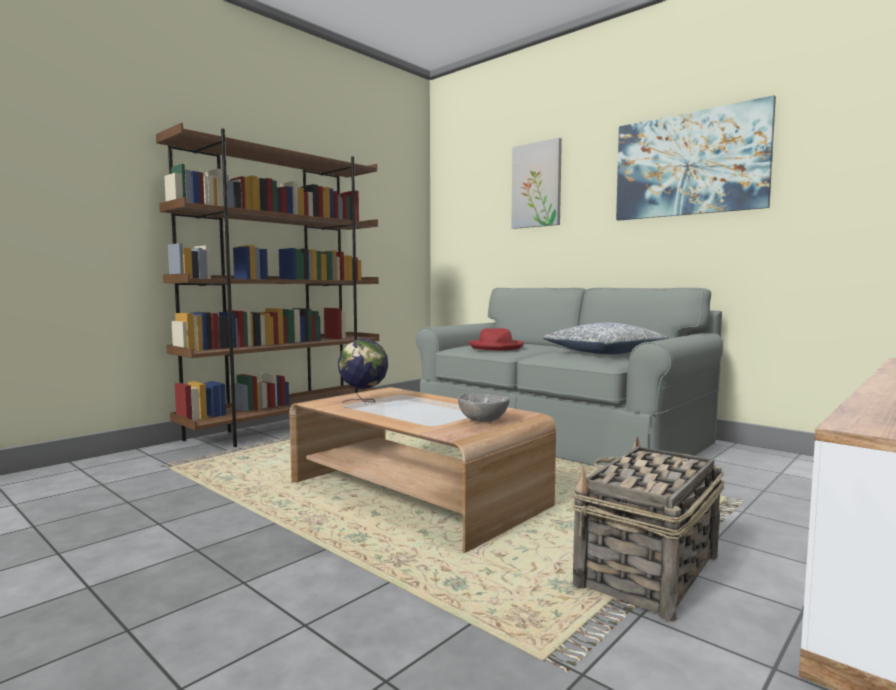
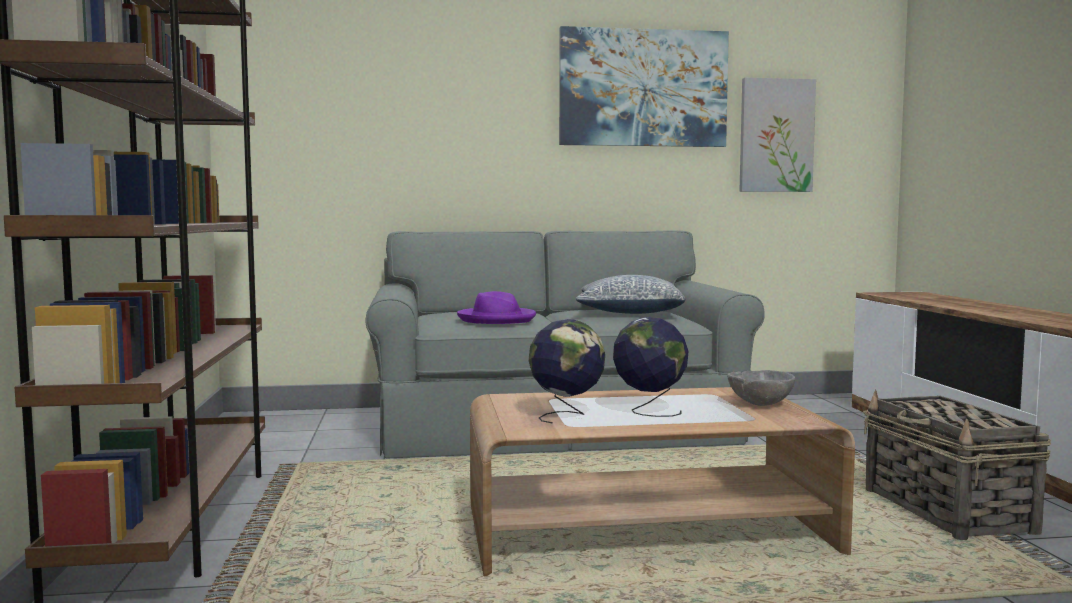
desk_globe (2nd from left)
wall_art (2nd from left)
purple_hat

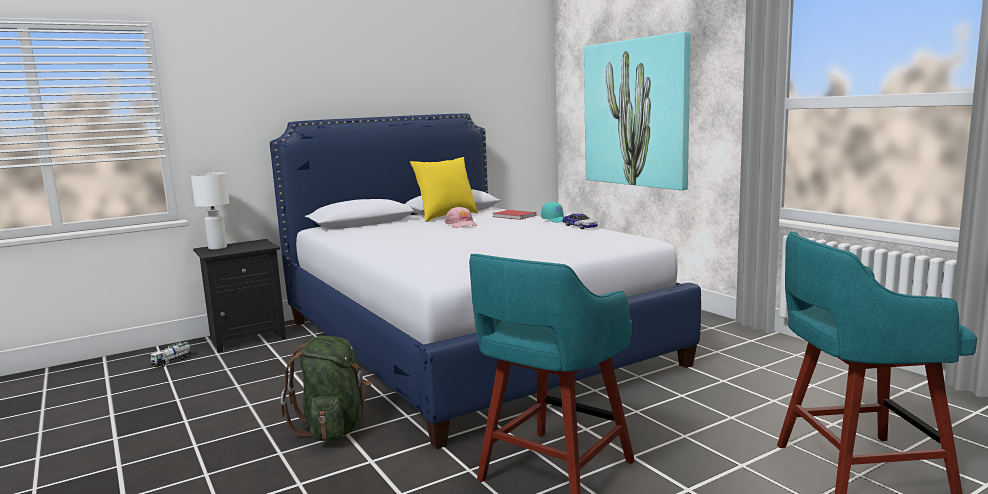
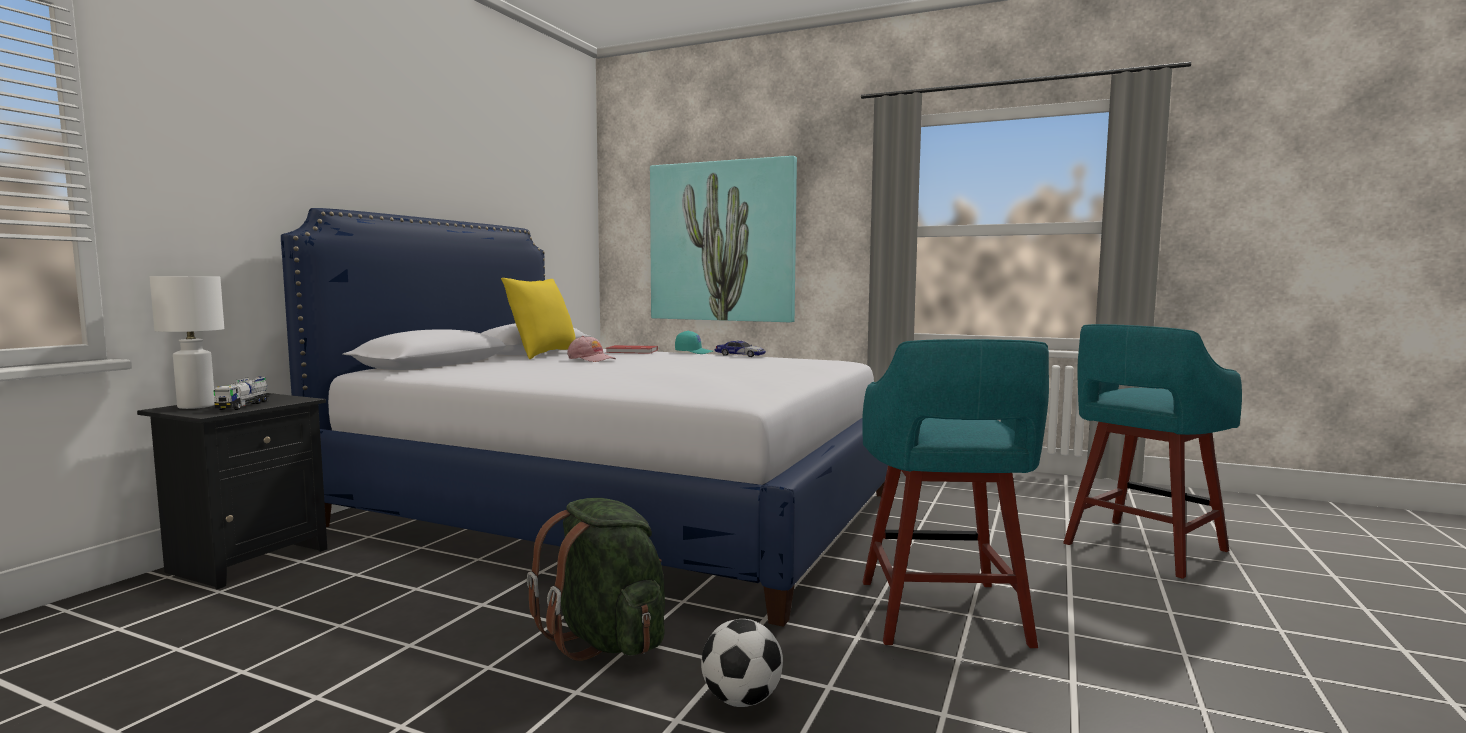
ball_for_football
model_truck

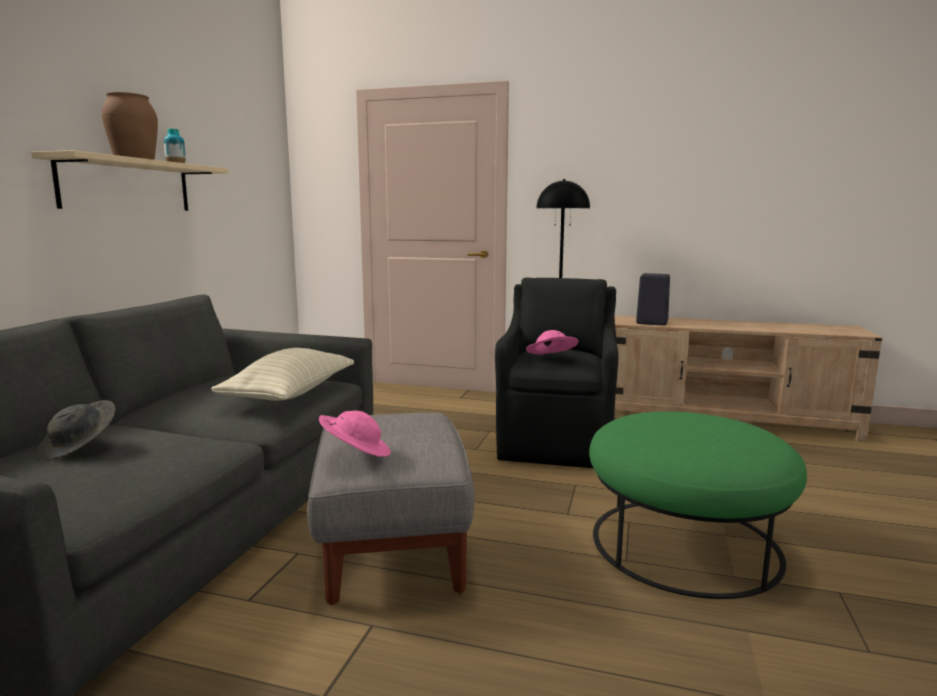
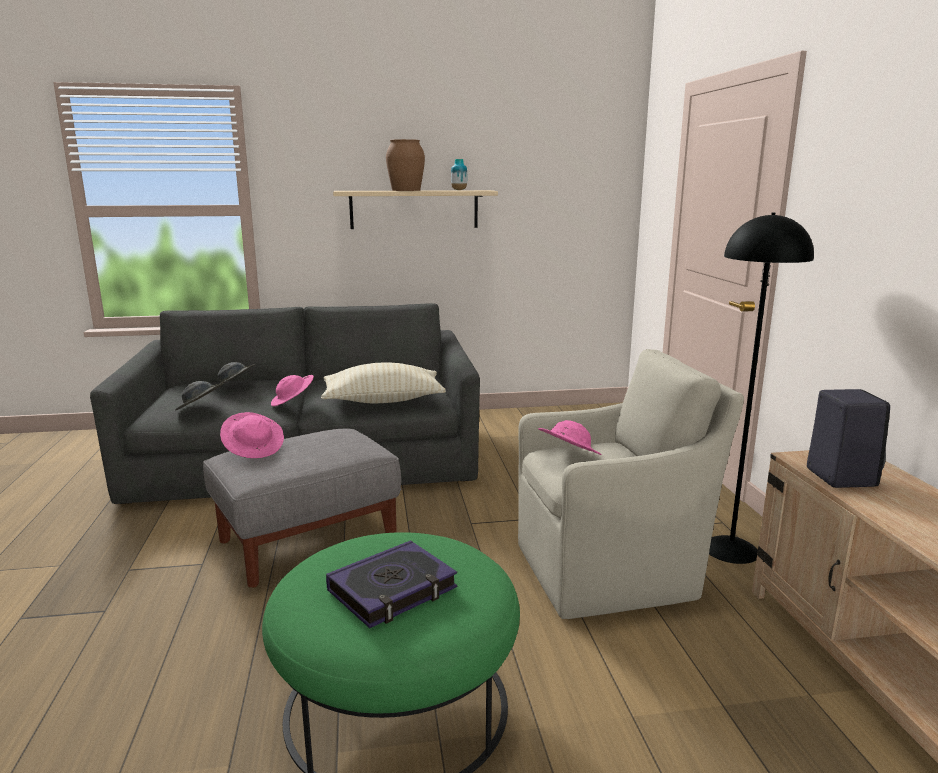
greyish_hat (1st from left)
pinkish_hat (2nd from left)
volume
beige-coloured_easy_chair

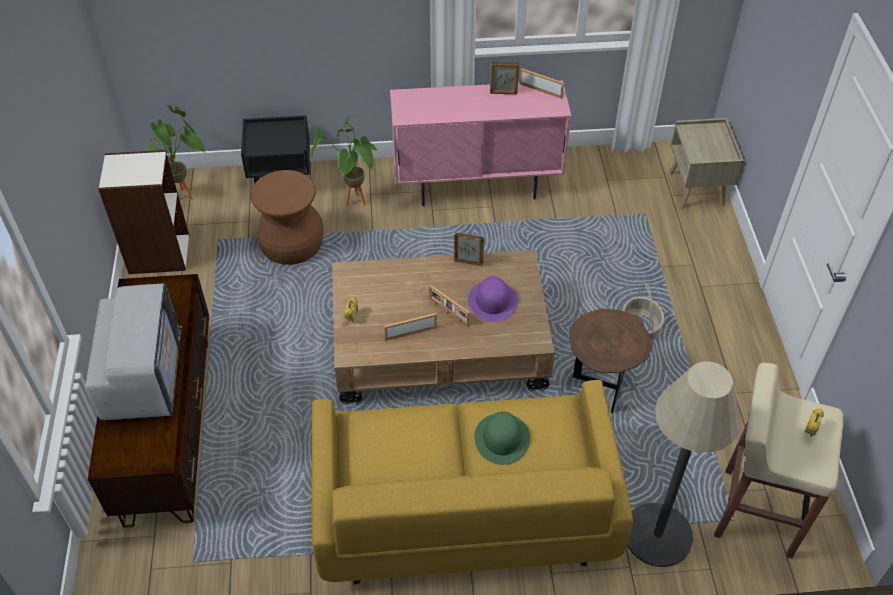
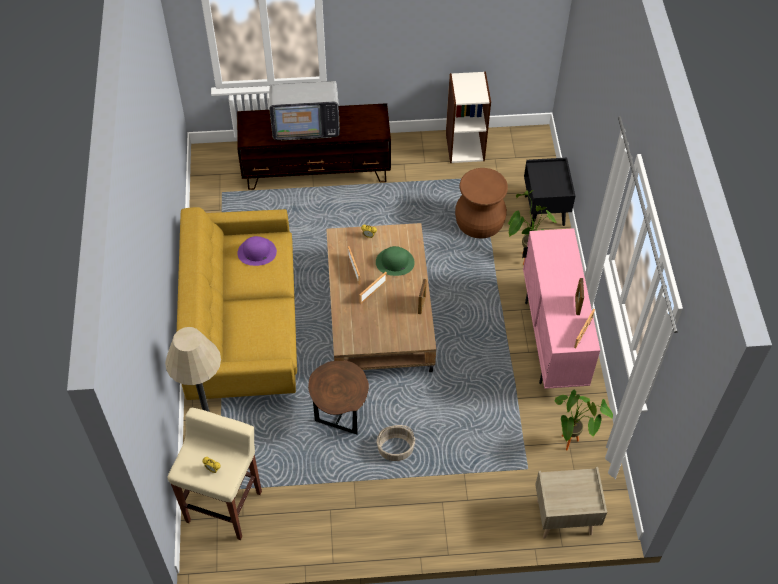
potted_plant (2nd from left)
purple_hat
green-coloured_hat

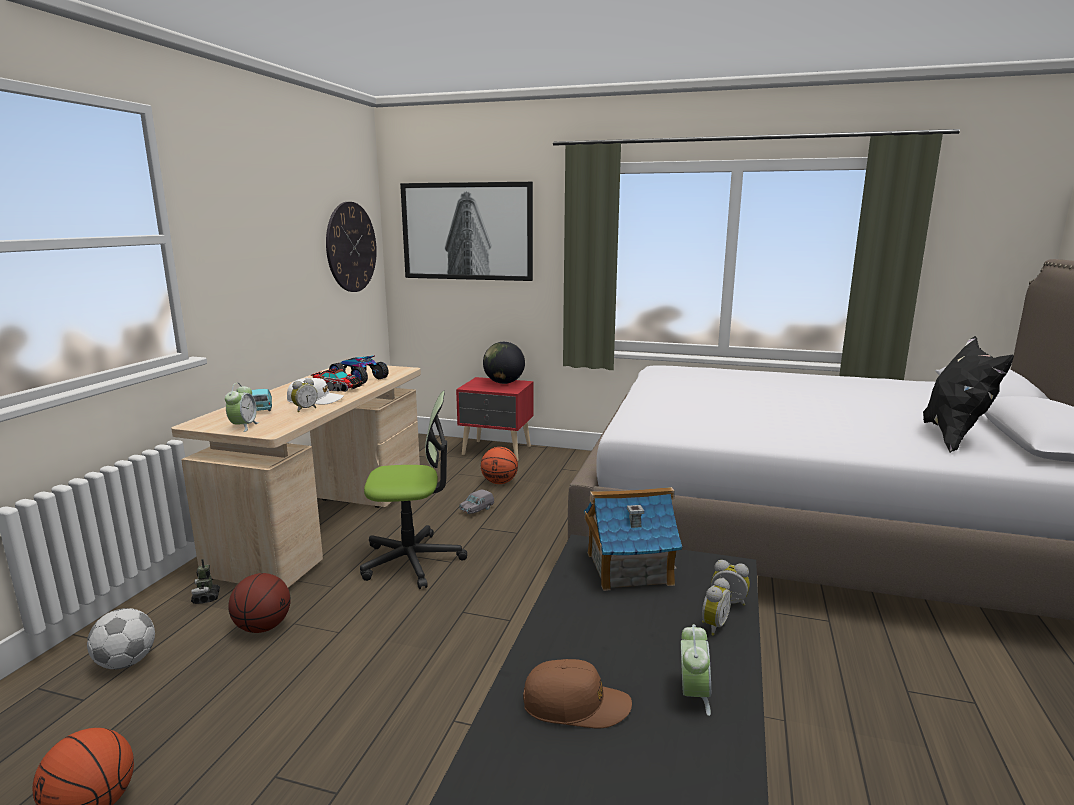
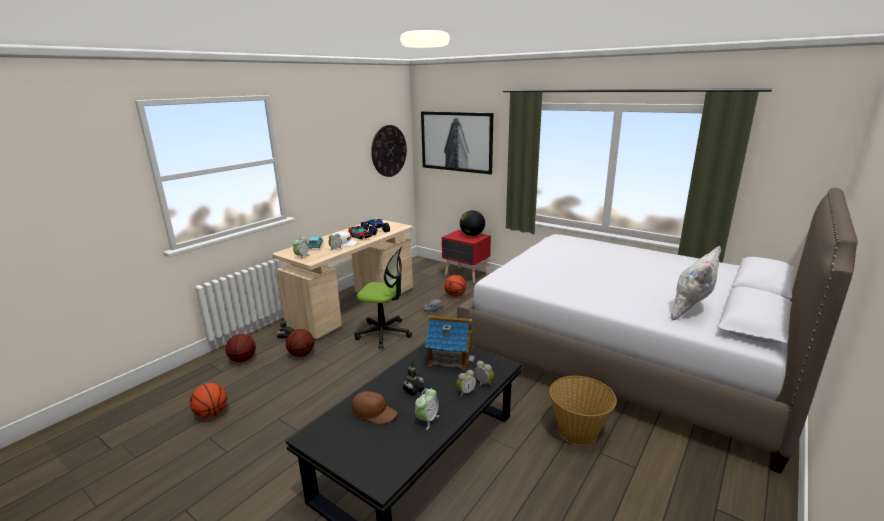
toy_robot (2nd from left)
storage_basket
ball_for_basketball (2nd from left)
white-coloured_cushion

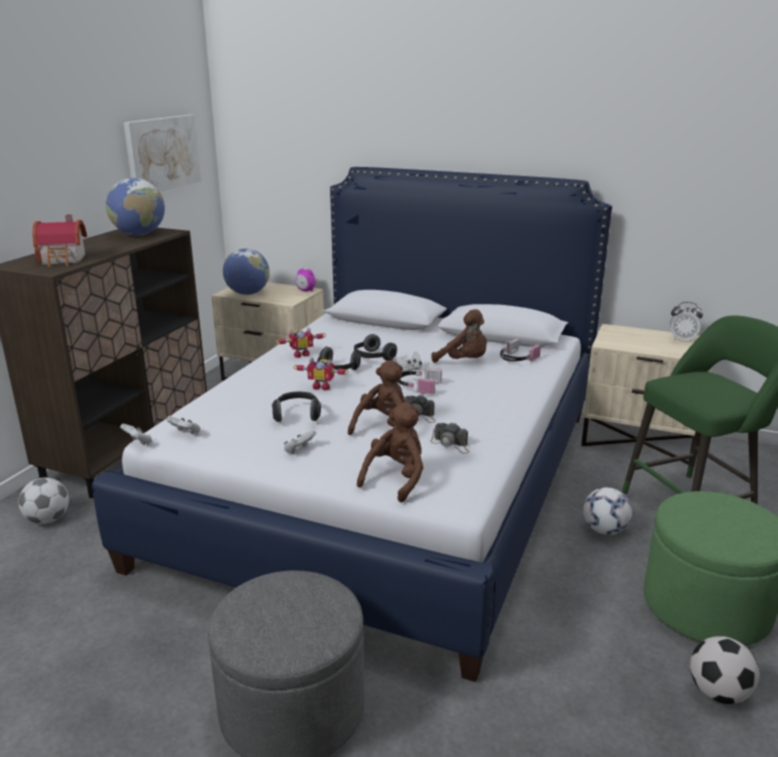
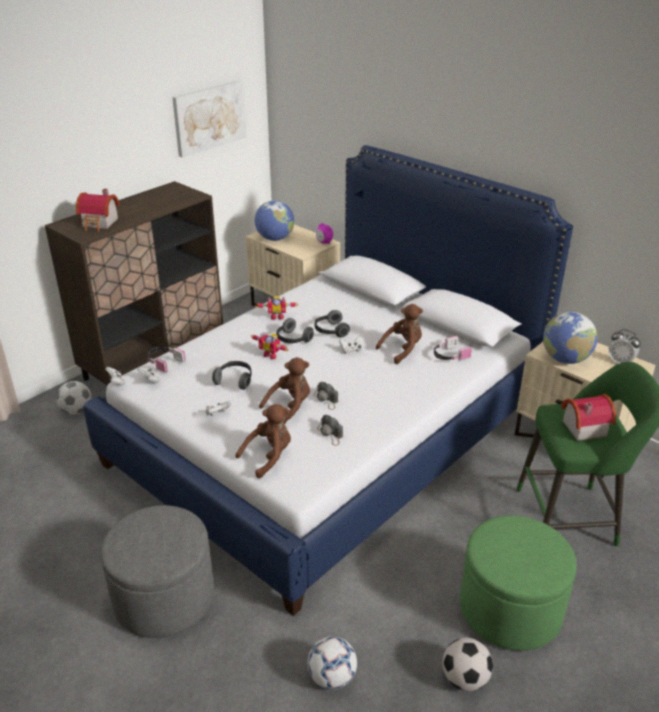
toy_house (2nd from left)
desk_globe (2nd from left)
pair_of_headphones (1st from left)
ball_for_football (2nd from left)
brownish_soft_toy (3rd from left)

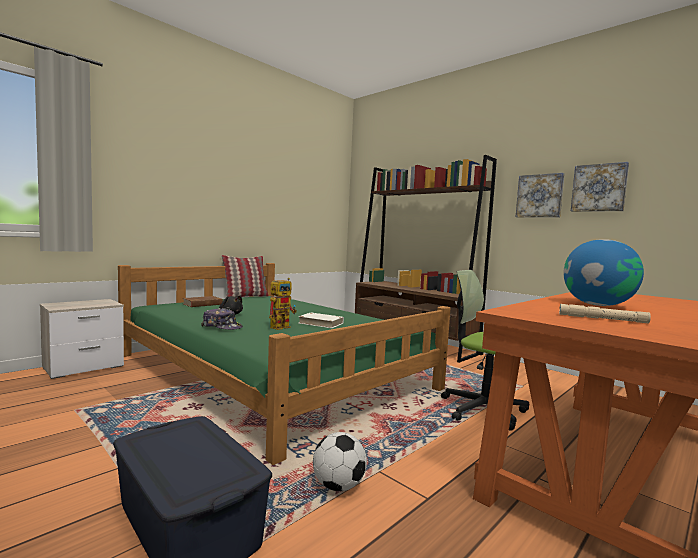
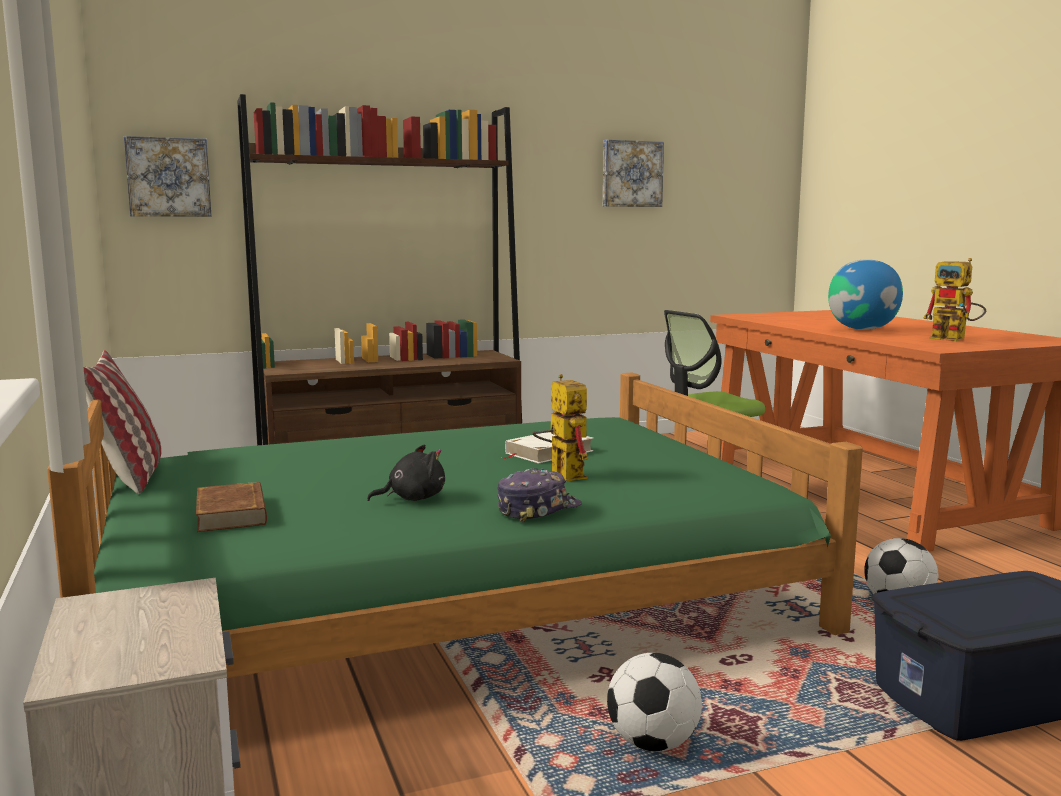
ball_for_football (1st from left)
wall_art (1st from left)
toy_robot (2nd from left)

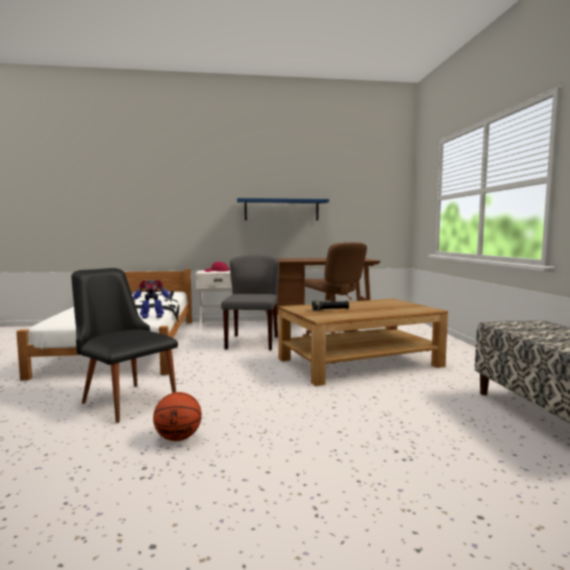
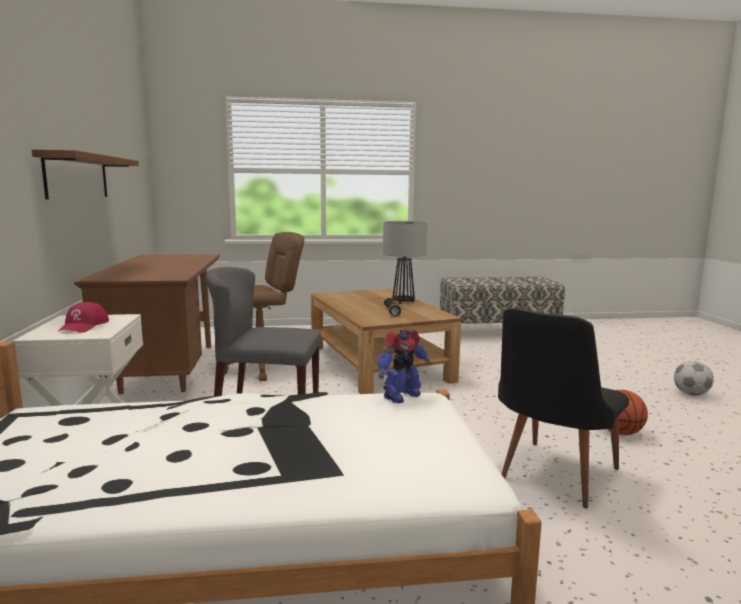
tabletop_lamp
ball_for_football
brownish_bracket_shelf
toy_robot

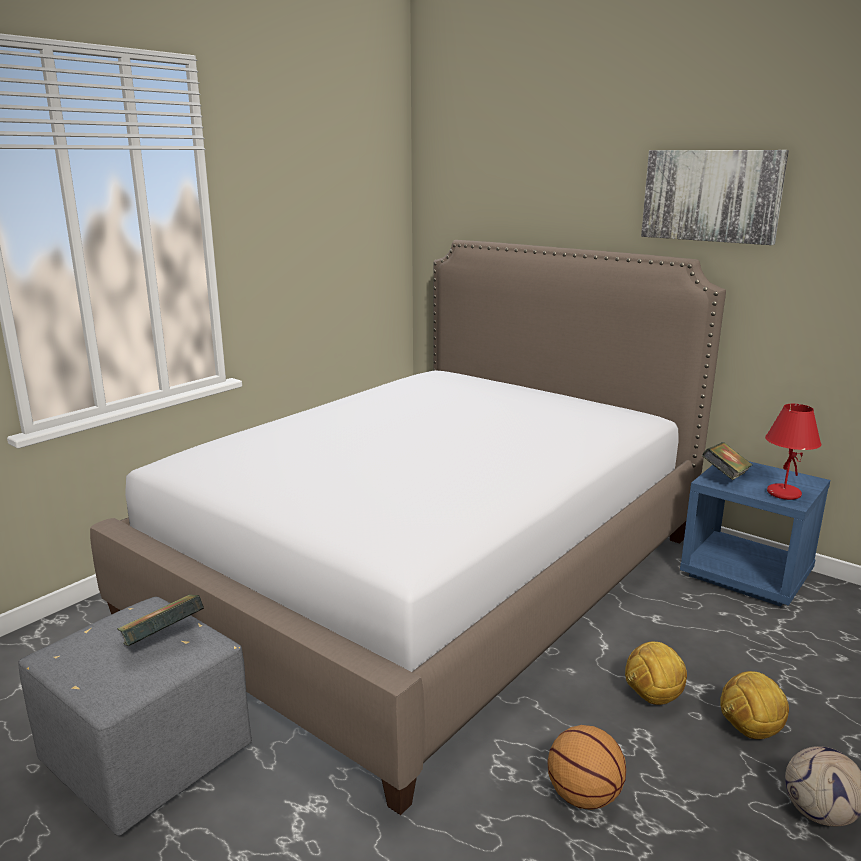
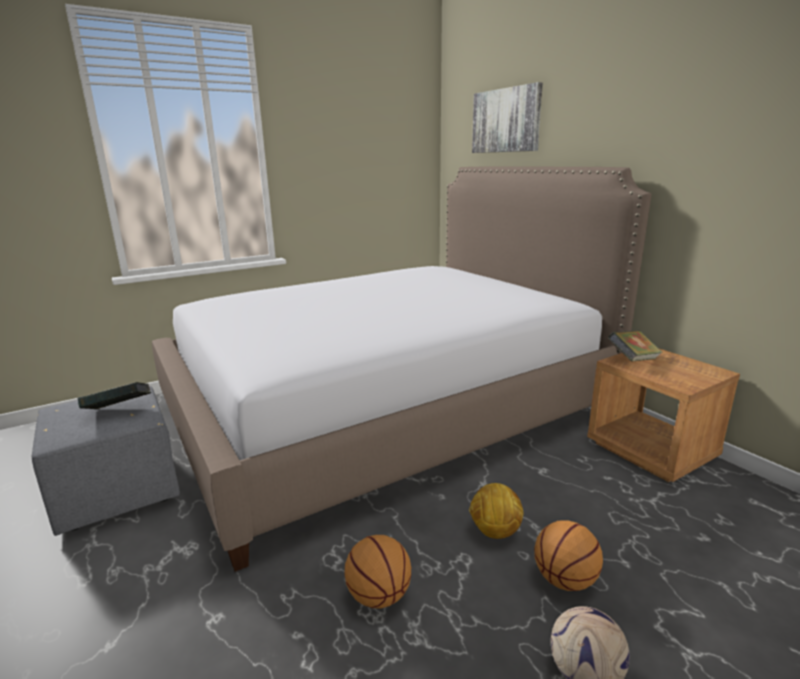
red_tabletop_lamp
wall_art
ball_for_basketball (2nd from left)
brownish_nightstand

